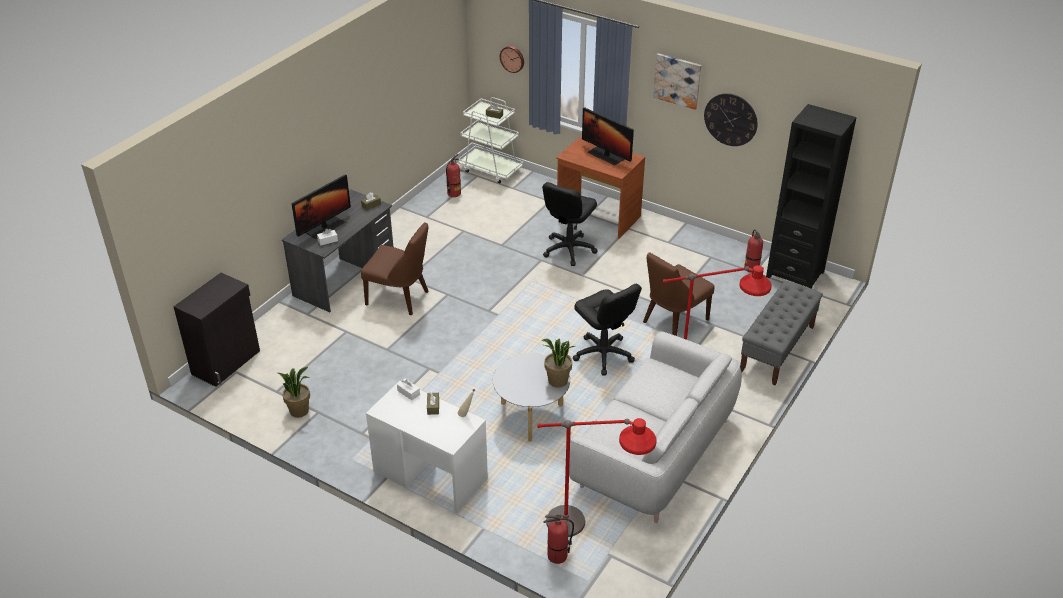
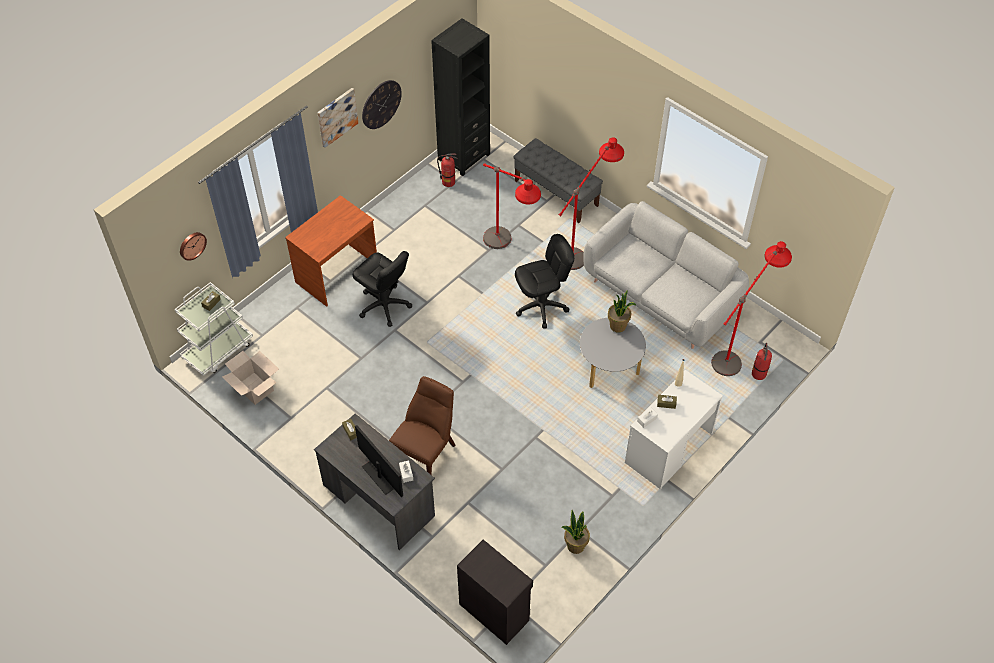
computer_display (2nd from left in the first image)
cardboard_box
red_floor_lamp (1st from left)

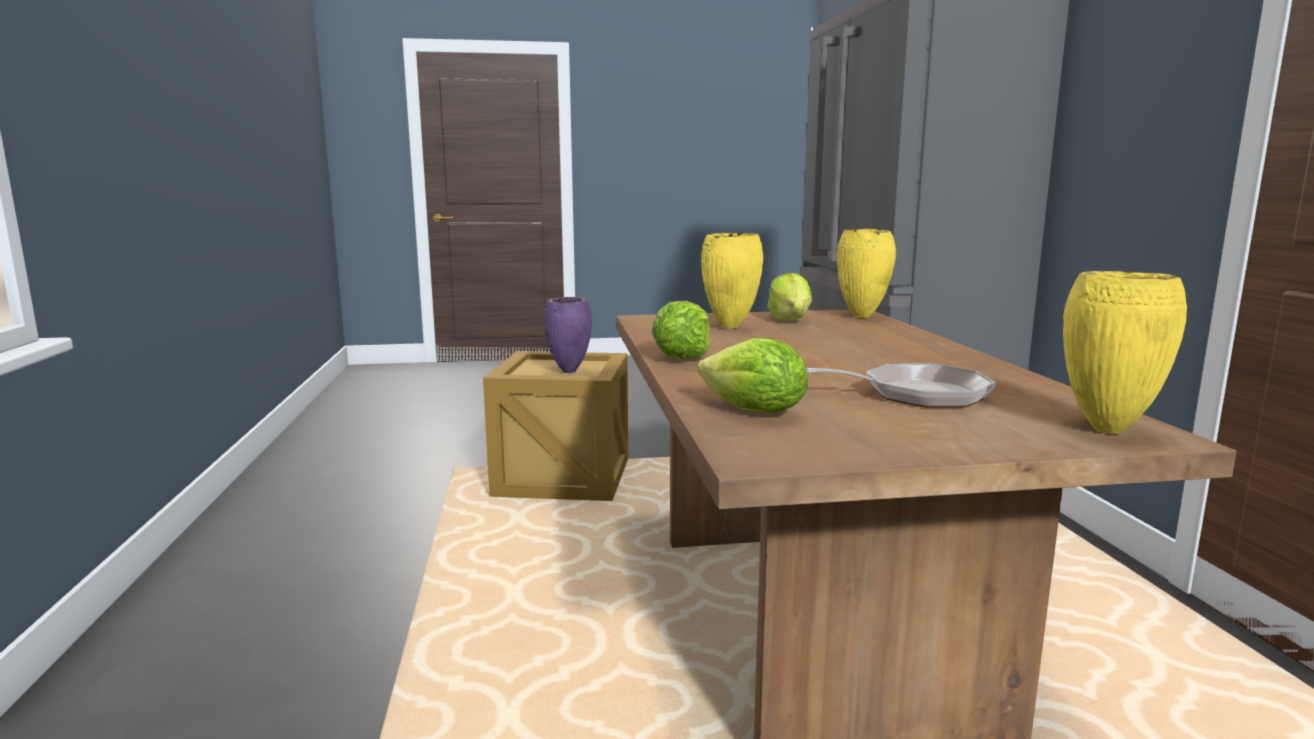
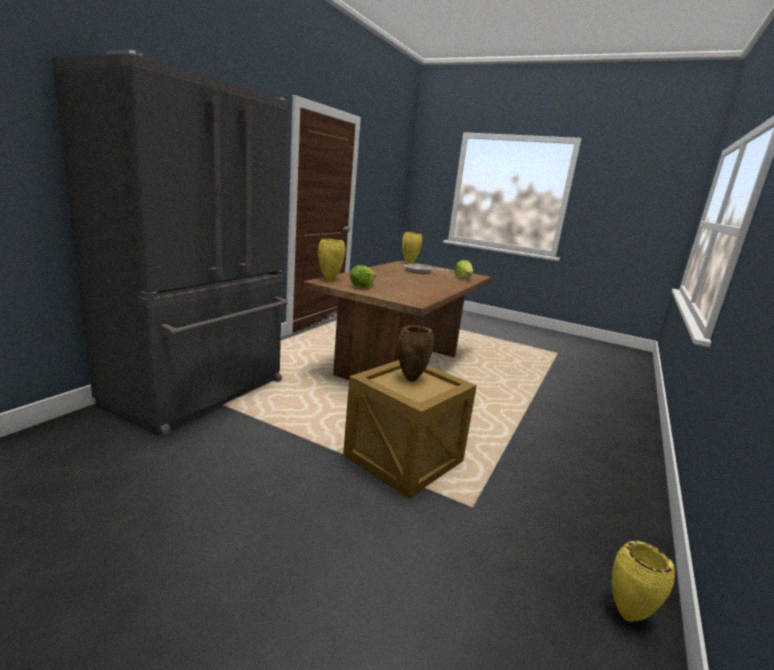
lettuce (1st from left in the first image)
yellow_decorative_vase (3rd from left)
brownish_decorative_vase

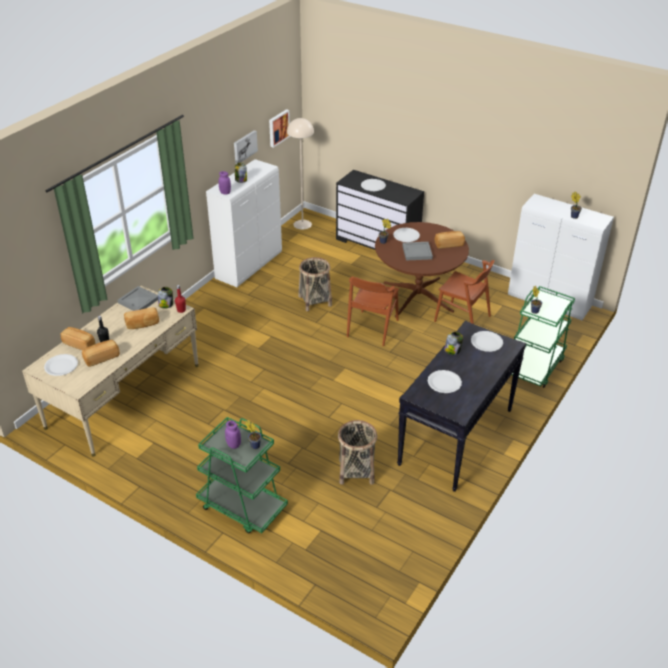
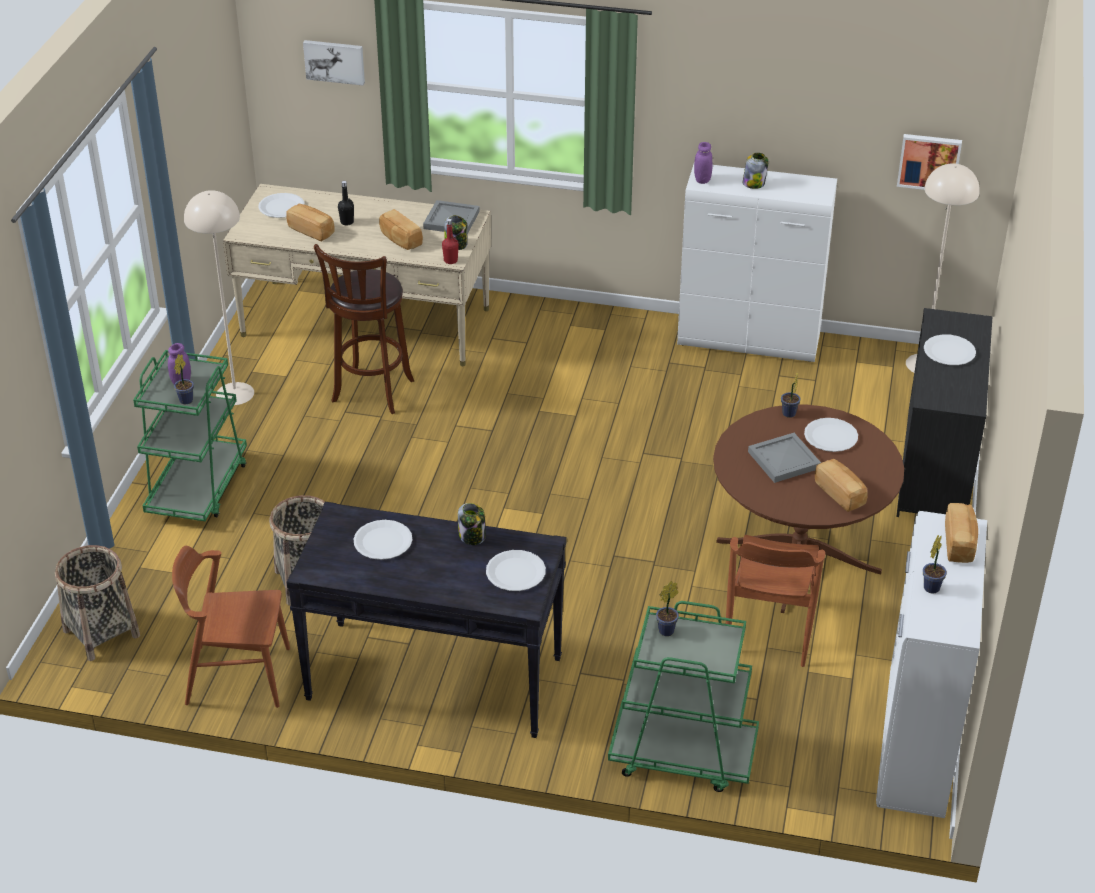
beige-coloured_floor_lamp (1st from left)
brownish_stool_seat
bread (4th from left)
wall_art (1st from left)
storage_basket (1st from left)
brownish_upright_chair (1st from left)

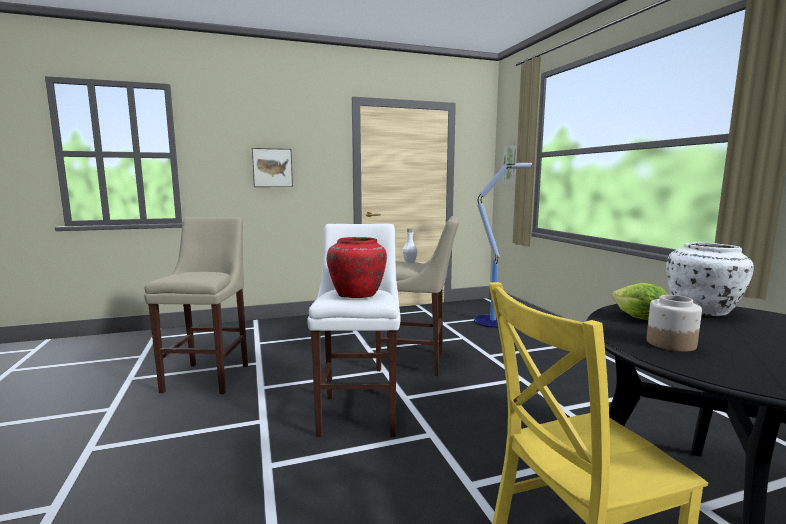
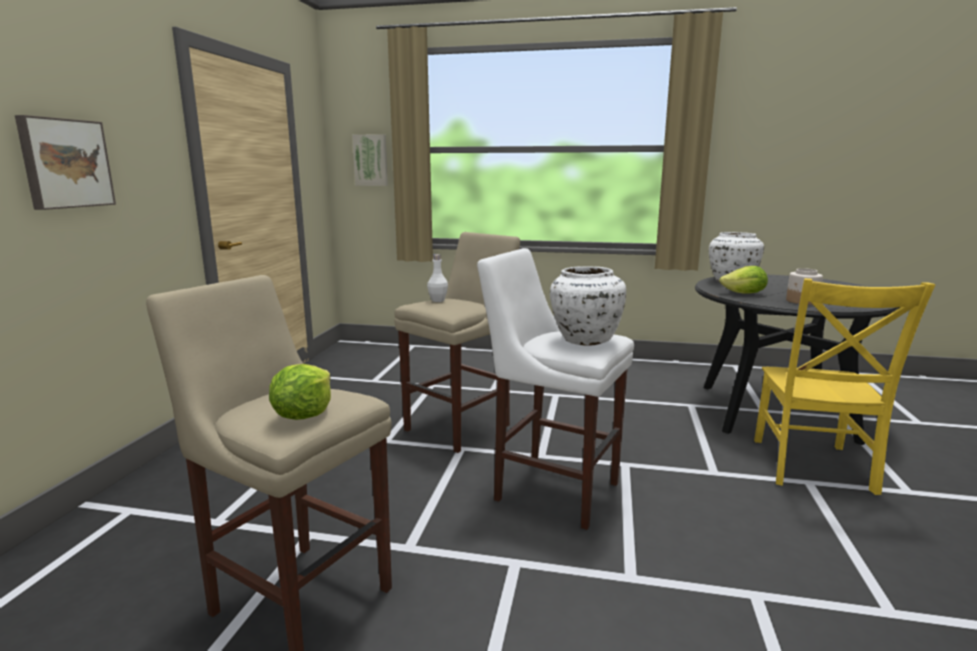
floor_lamp
lettuce (1st from left)
white-coloured_decorative_vase (1st from left)

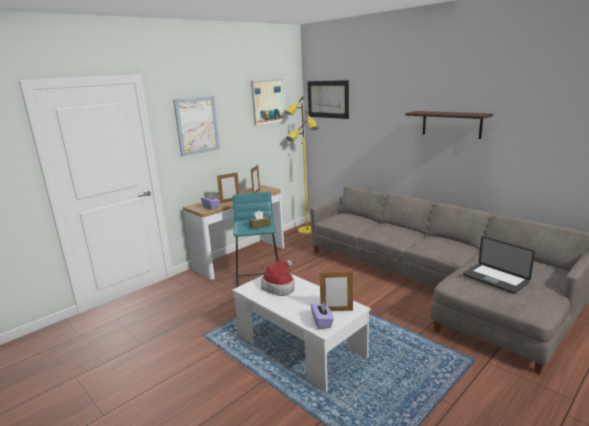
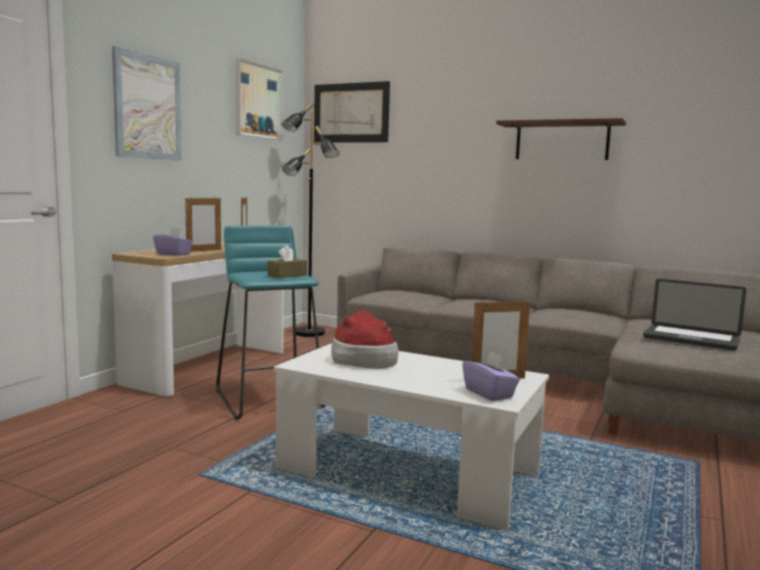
black_floor_lamp

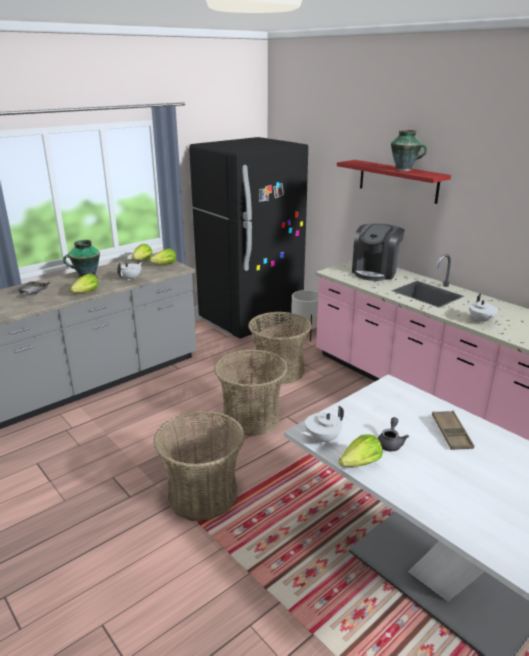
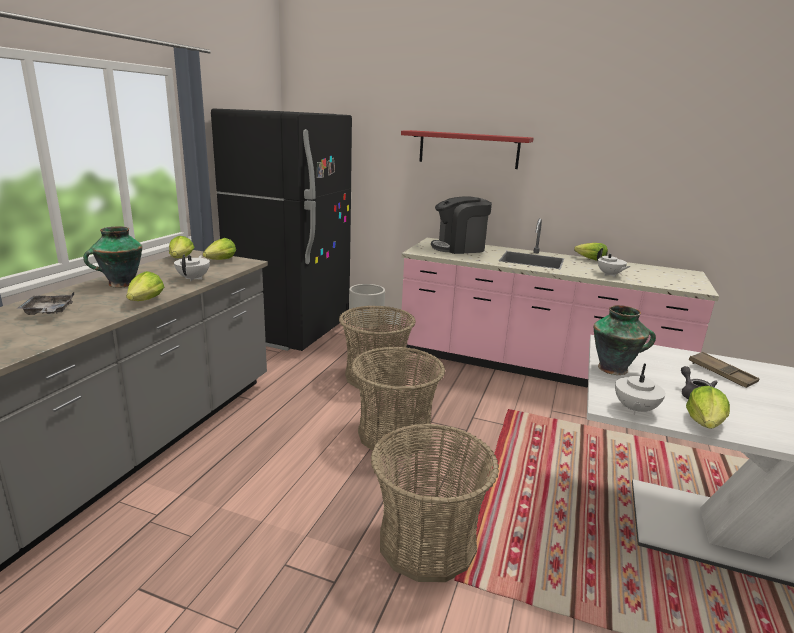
lettuce (4th from left)
decorative_vase (2nd from left)
coffee_machine

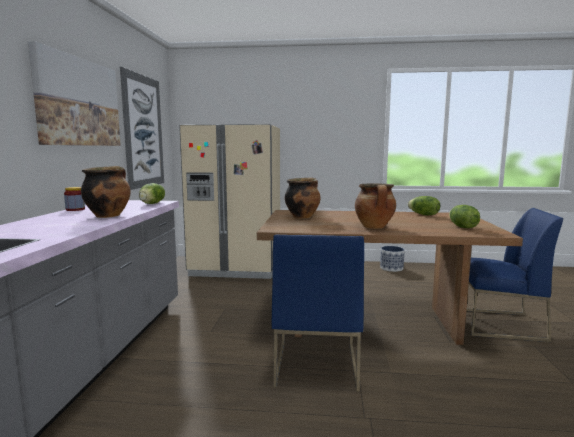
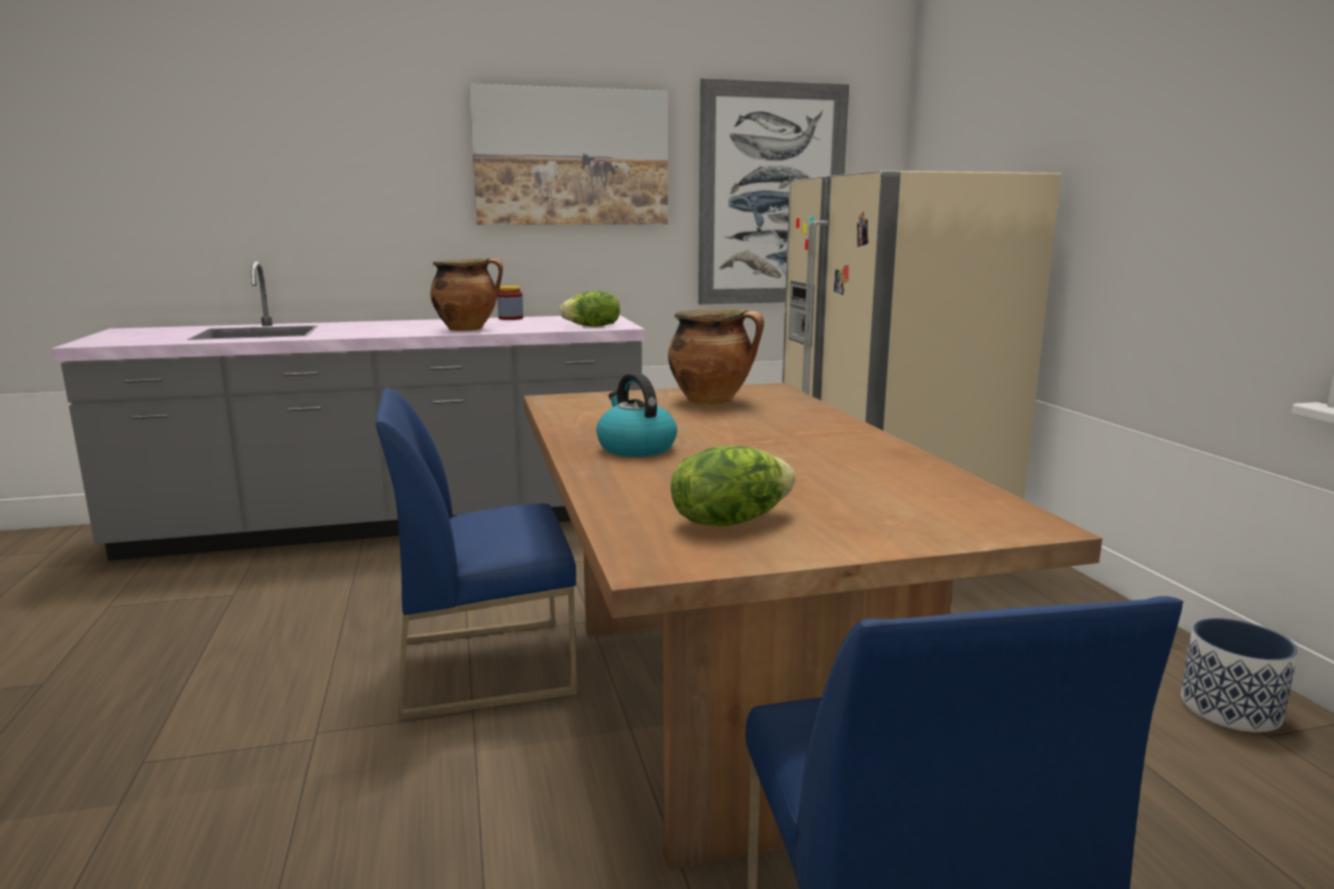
lettuce (2nd from left in the first image)
water_kettle

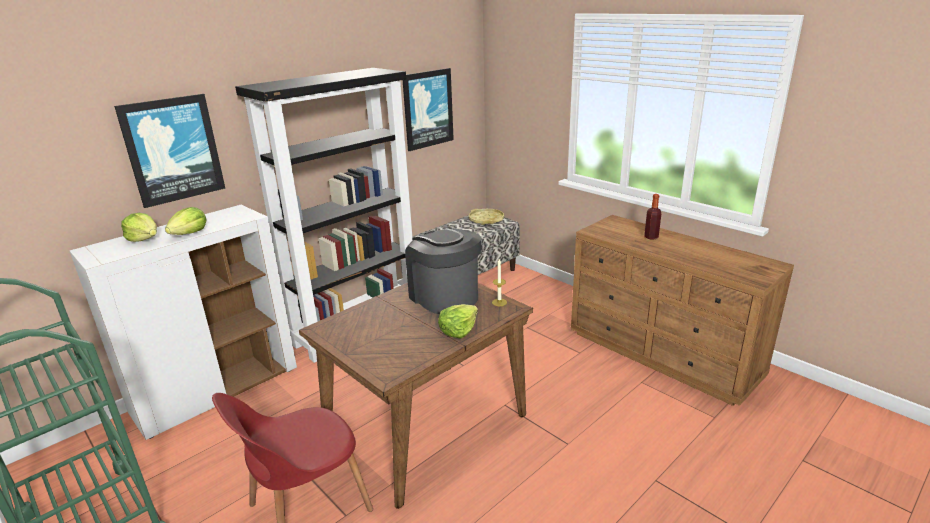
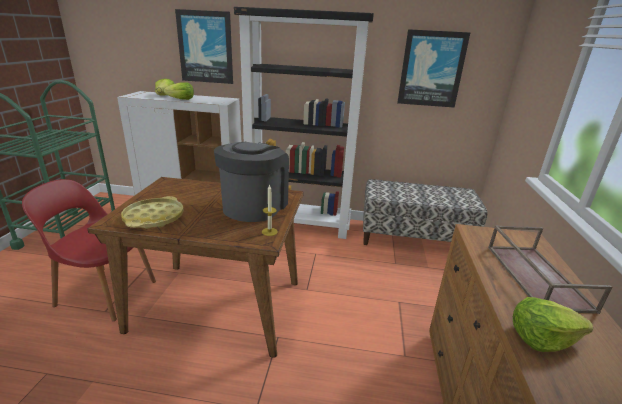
lettuce (3rd from left)
yellow_serving_tray
brownish_serving_tray

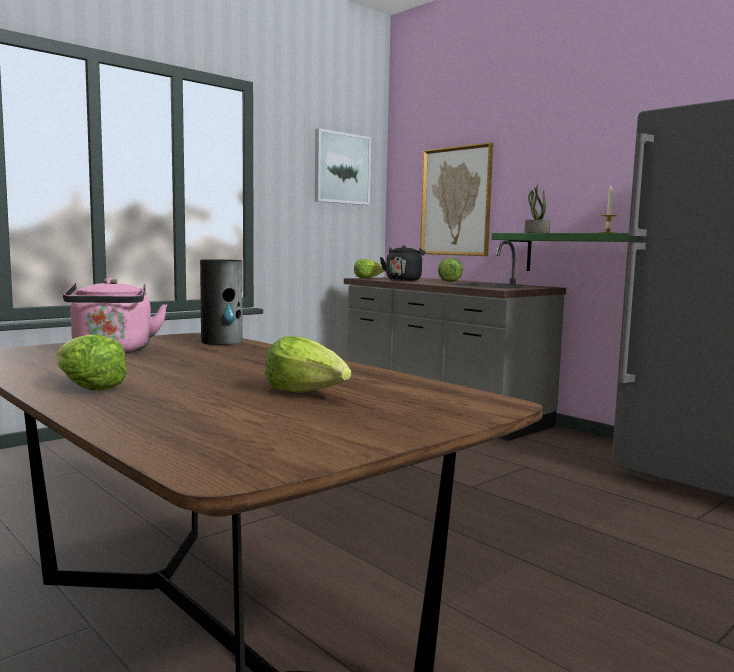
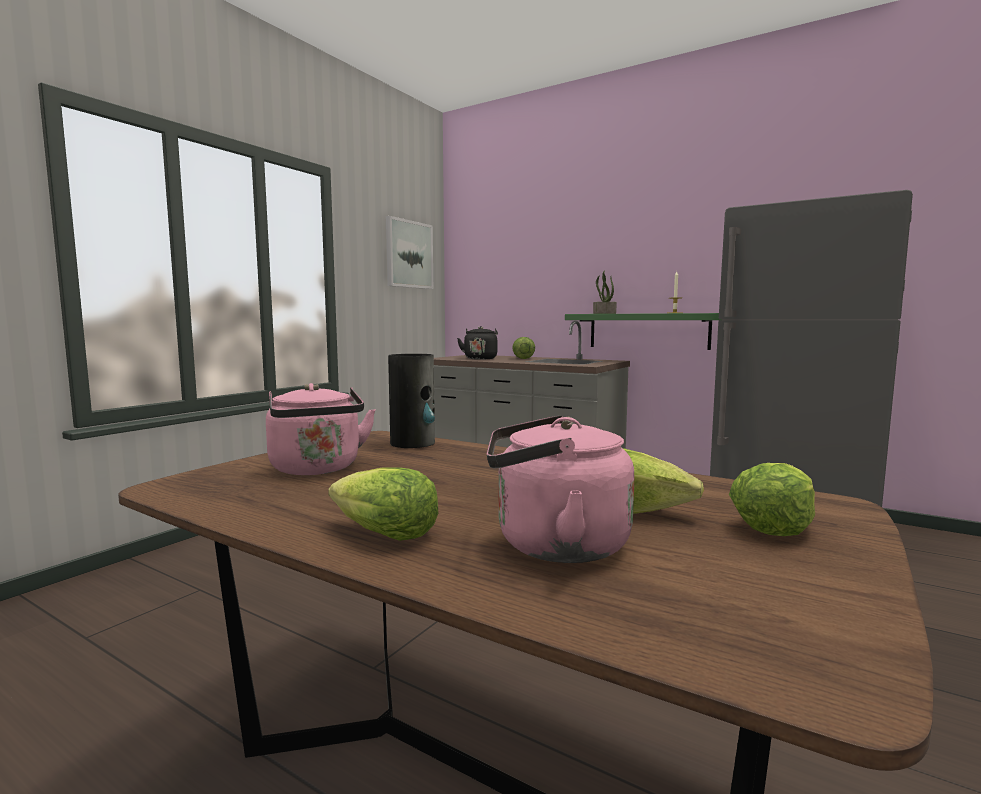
wall_art (2nd from left in the first image)
pinkish_water_kettle (2nd from left)
lettuce (4th from left)

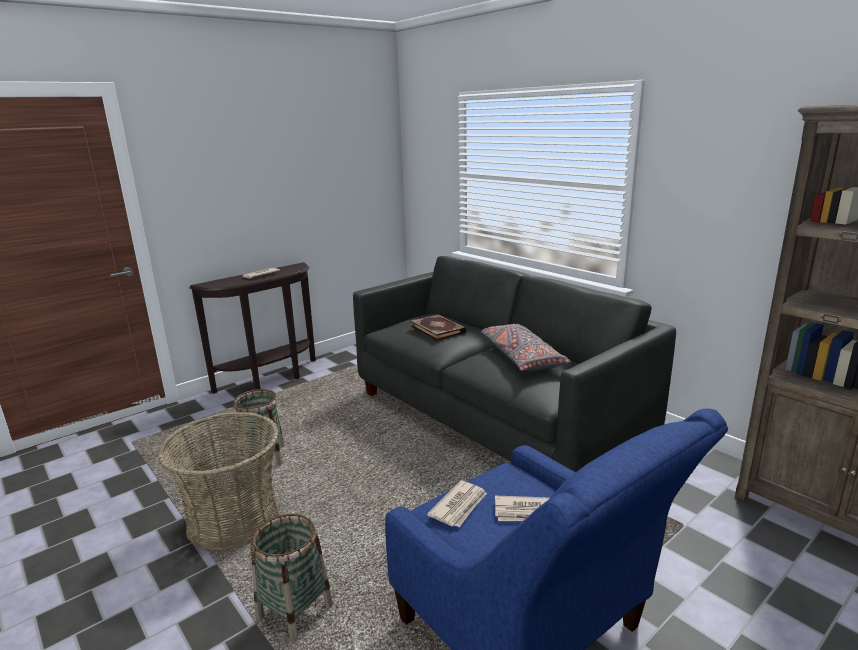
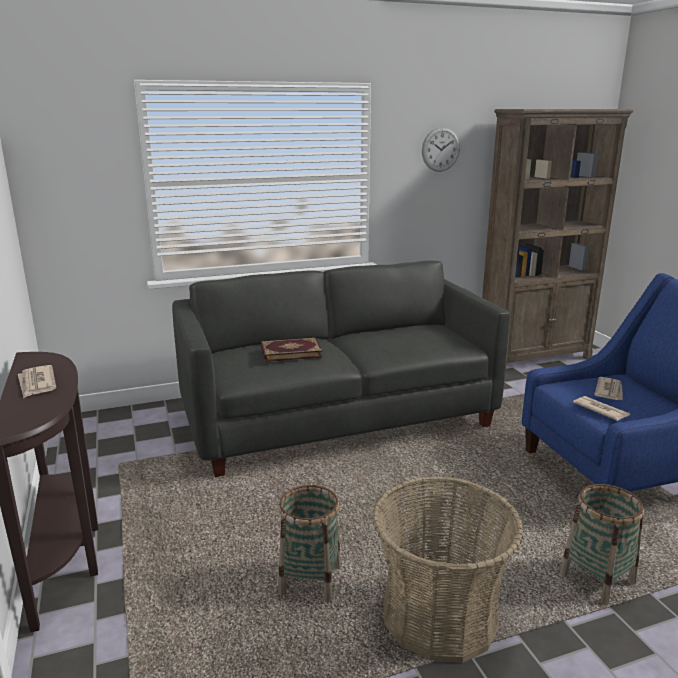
greyish_cushion
wall_clock

